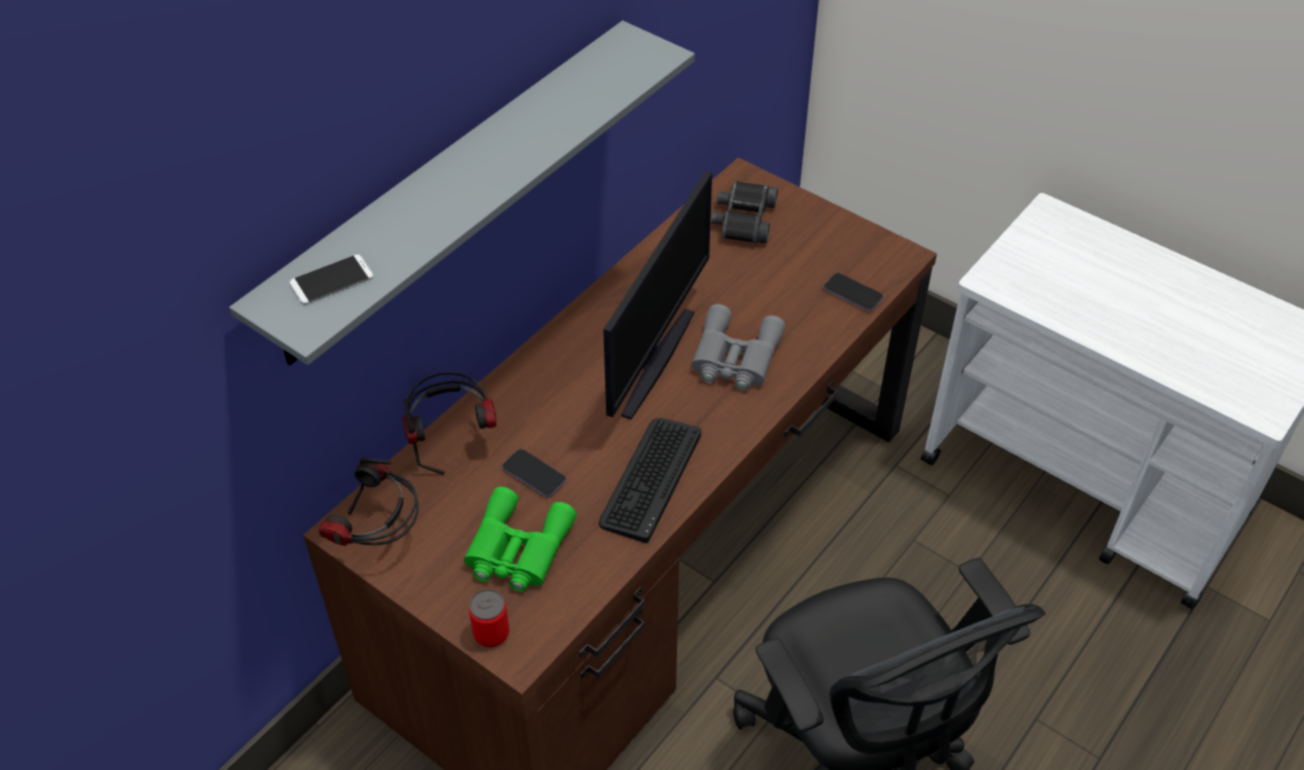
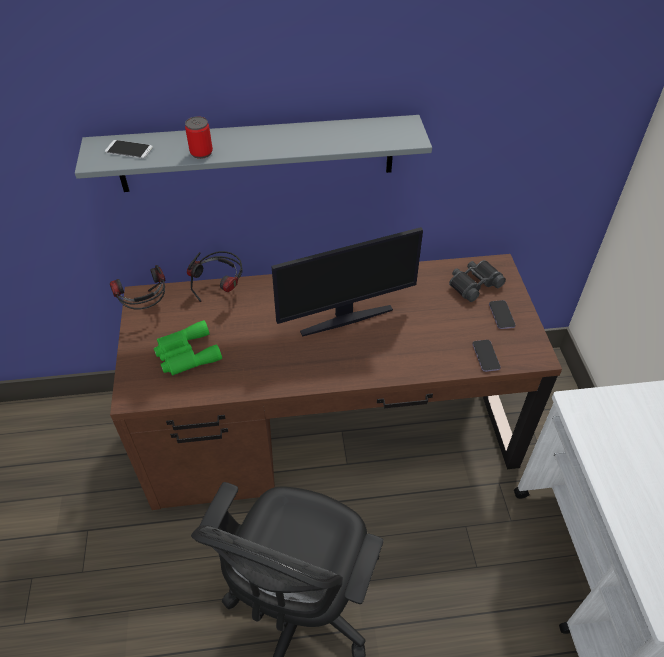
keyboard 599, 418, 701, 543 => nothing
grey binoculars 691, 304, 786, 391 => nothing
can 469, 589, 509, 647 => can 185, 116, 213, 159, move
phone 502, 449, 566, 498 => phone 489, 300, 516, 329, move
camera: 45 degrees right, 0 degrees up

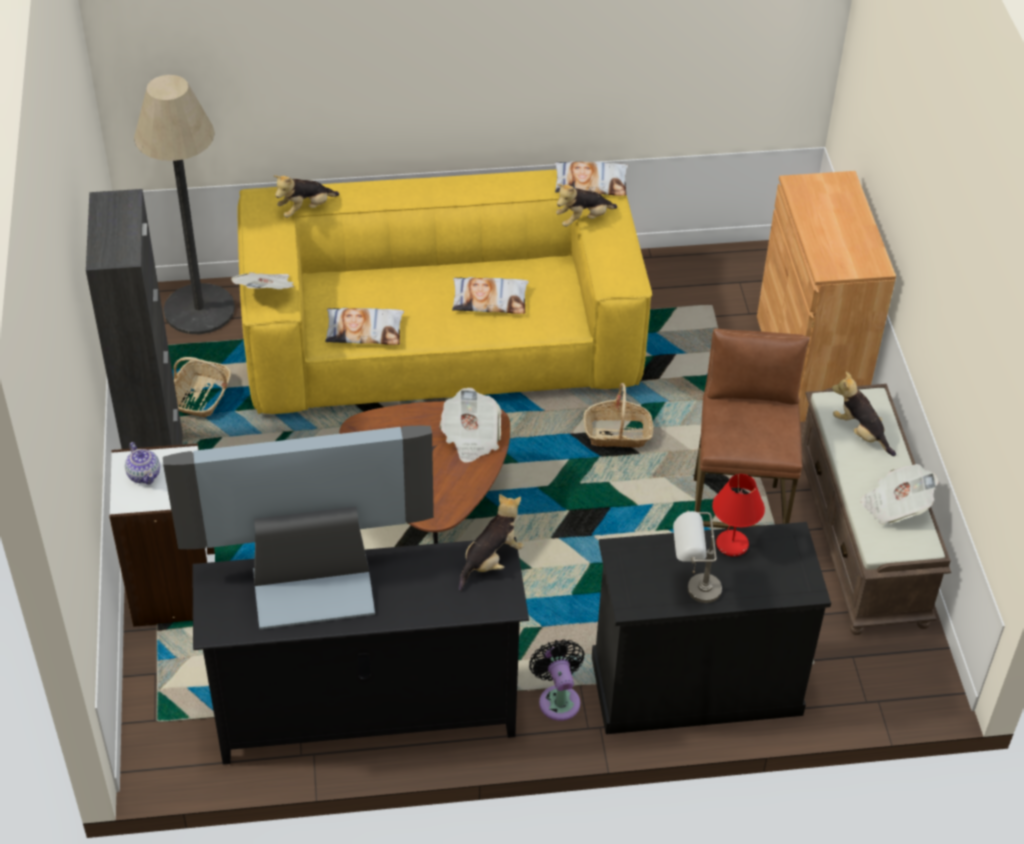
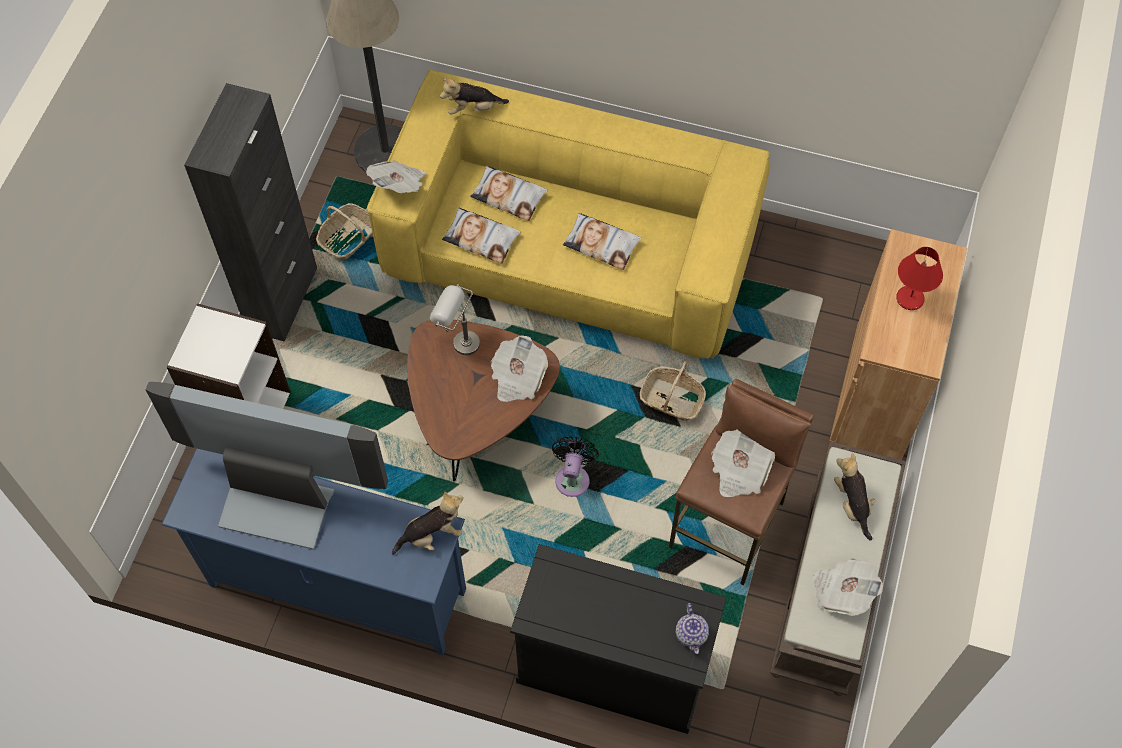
plush toy 556, 184, 617, 227 => nothing
nothing => newspaper 711, 429, 775, 497
teapot 125, 442, 160, 485 => teapot 676, 603, 709, 654, move
black fan 529, 639, 585, 721 => black fan 552, 436, 599, 497, move
pillow 555, 161, 628, 196 => pillow 470, 166, 548, 221, move
grey table lamp 673, 510, 722, 603 => grey table lamp 430, 284, 480, 355, move
red table lamp 712, 474, 765, 556 => red table lamp 896, 247, 943, 310, move
black tv stand 192, 537, 529, 765 => blue tv stand 161, 448, 466, 655
camera: 25 degrees right, 15 degrees up

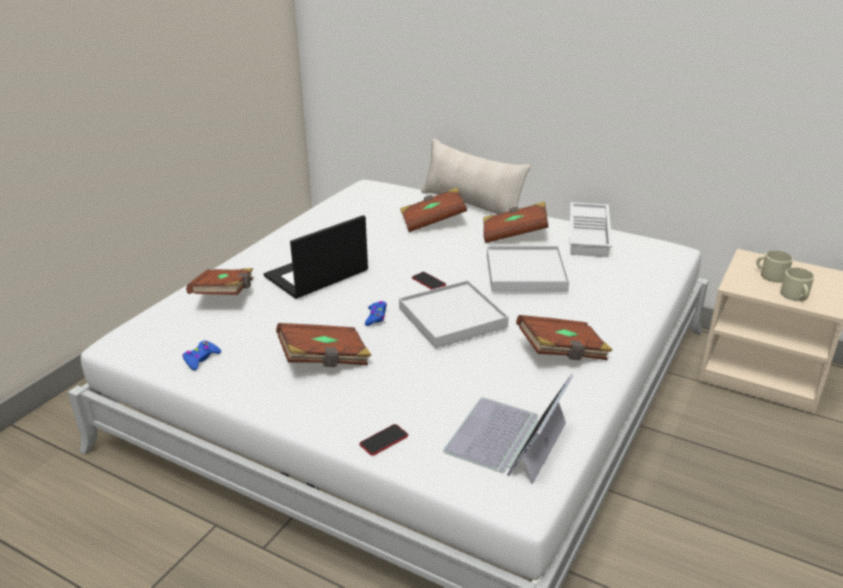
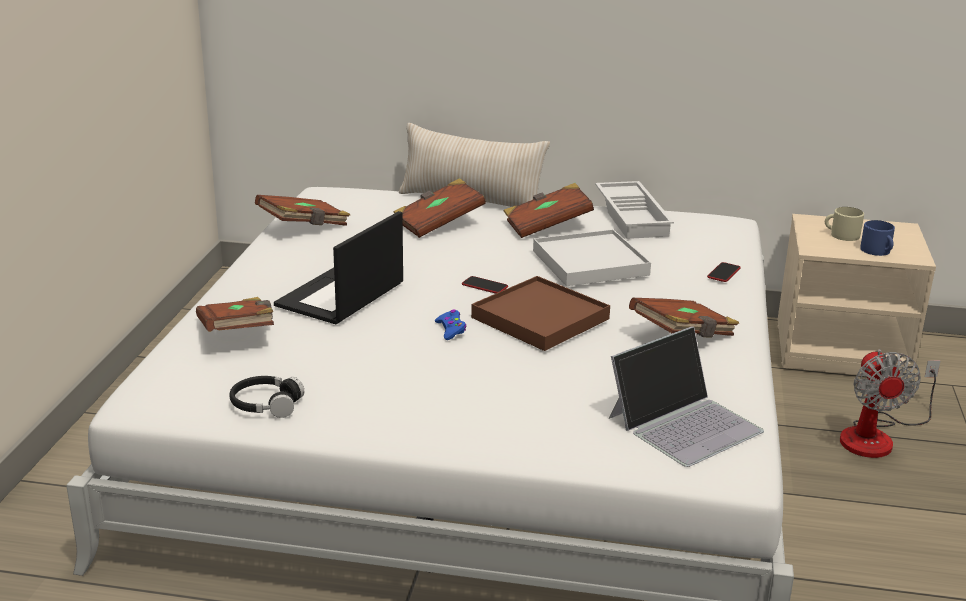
nothing => fan 840, 349, 941, 458
brown book 276, 323, 372, 367 => brown book 255, 195, 350, 226, move
phone 359, 424, 408, 456 => phone 707, 262, 741, 282, move
blue game controller 182, 341, 221, 371 => black headphones 229, 376, 304, 418
white tray 399, 280, 509, 349 => brown tray 471, 276, 610, 351
beige mug 780, 268, 814, 301 => blue mug 860, 220, 895, 256
laptop 443, 374, 574, 484 => laptop 609, 326, 764, 467, 135 degrees counterclockwise
camera: 20 degrees left, 5 degrees down

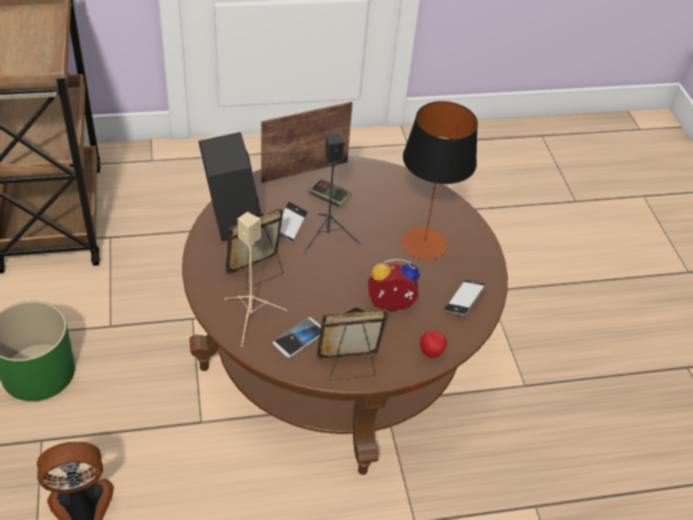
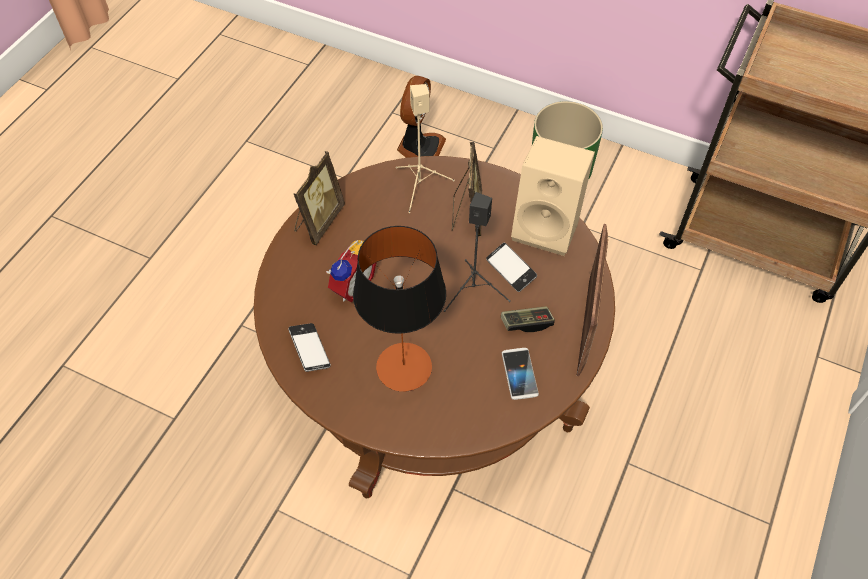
apple 420, 331, 447, 358 => nothing
phone 273, 317, 321, 358 => phone 502, 348, 539, 400, move
black speaker 198, 132, 261, 241 => beige speaker 511, 136, 595, 256
camera: 130 degrees right, 10 degrees up

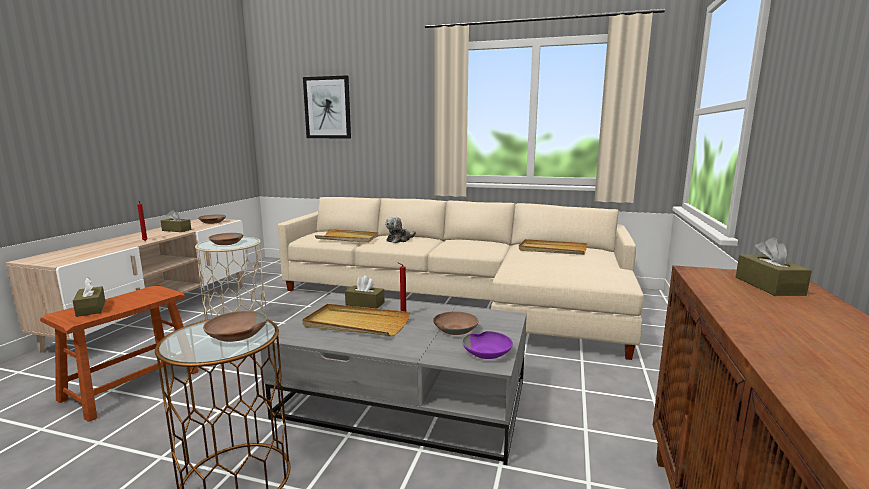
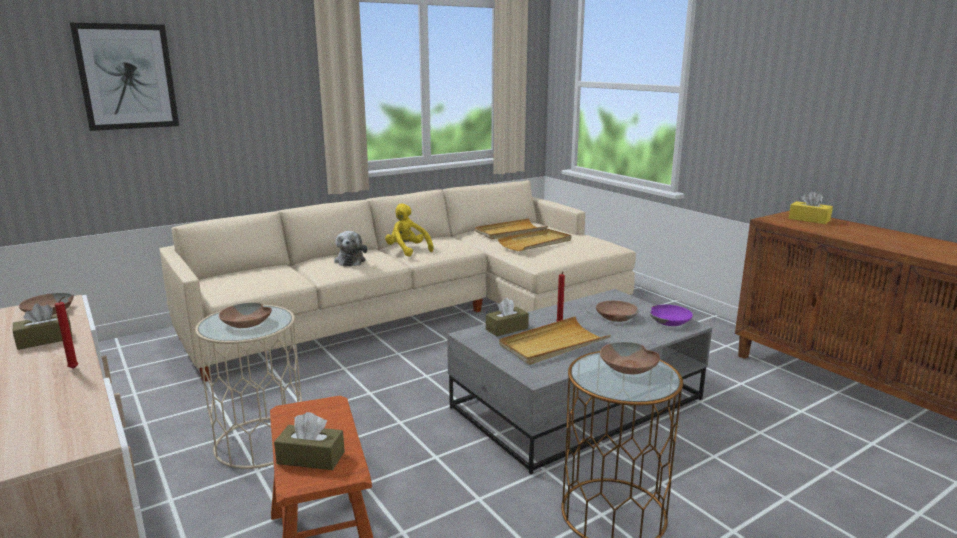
nothing => yellow plush toy 385, 203, 434, 257
beige tray 315, 229, 378, 243 => beige tray 498, 229, 572, 251, move
brown tissue box 736, 237, 812, 296 => yellow tissue box 789, 191, 833, 224
camera: 50 degrees left, 5 degrees up

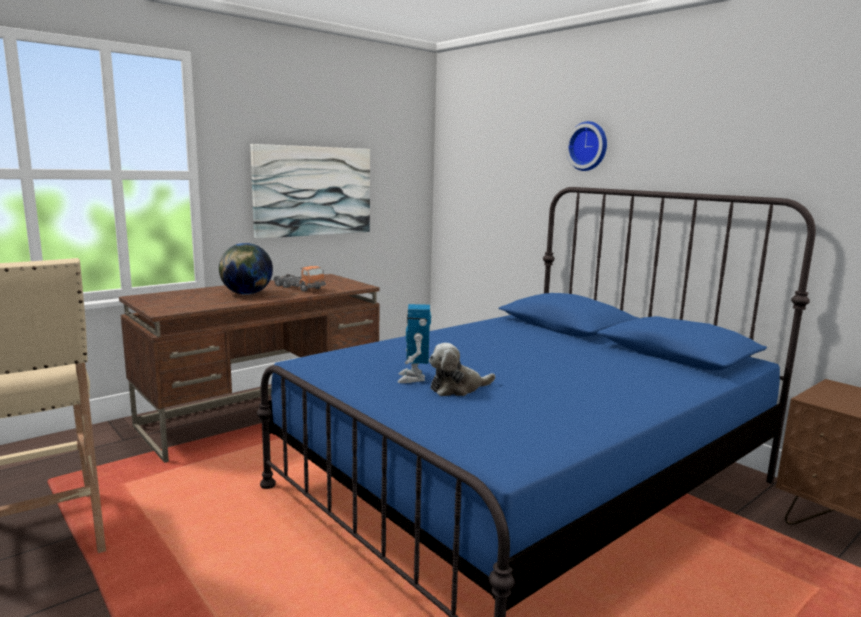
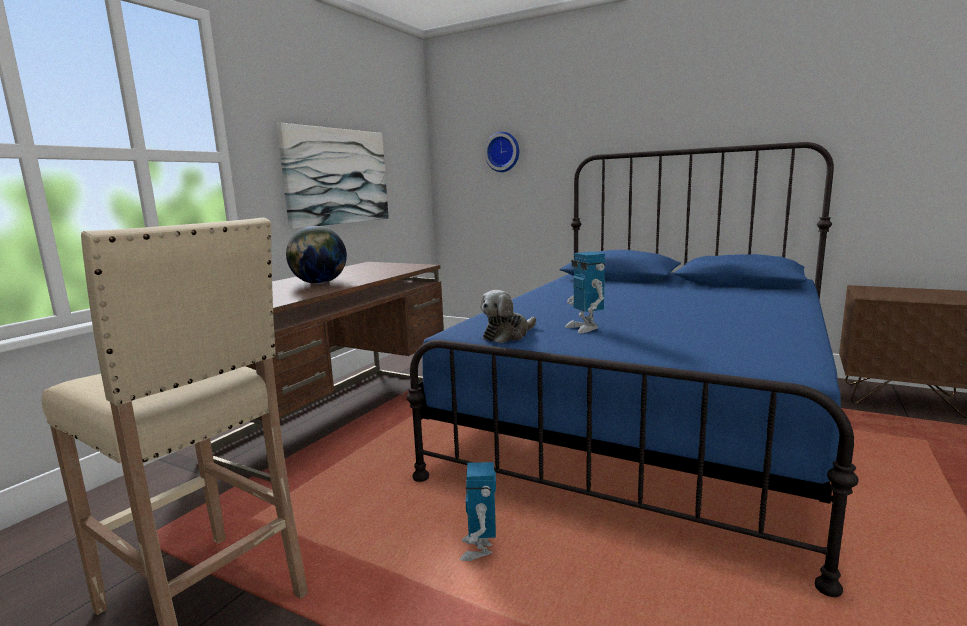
toy truck 273, 266, 326, 292 => nothing
nothing => toy robot 460, 462, 496, 561
plush toy 429, 343, 495, 396 => plush toy 480, 290, 536, 343, move
wall clock 566, 121, 607, 171 => wall clock 485, 132, 519, 172, move
camera: 20 degrees left, 0 degrees up

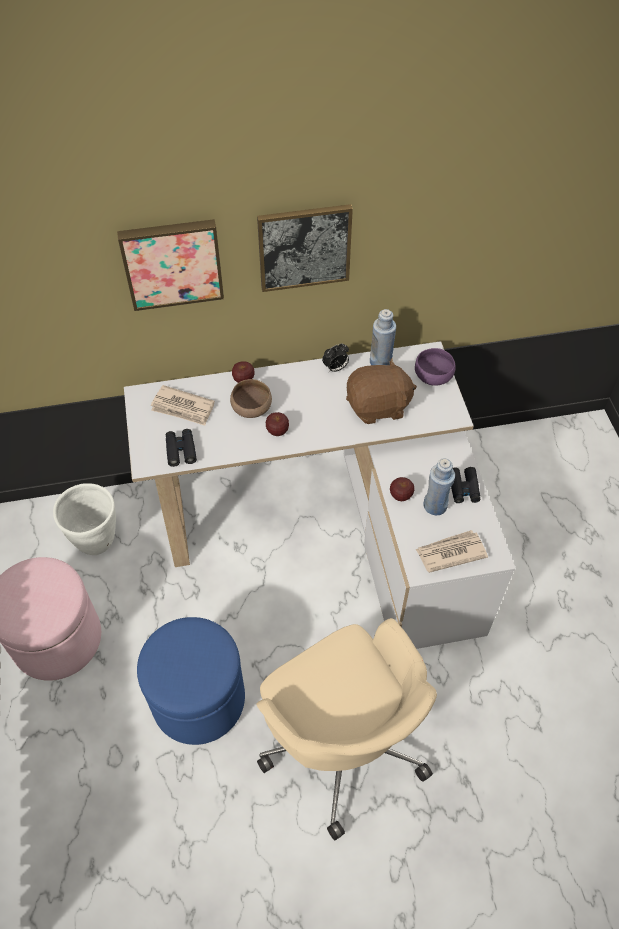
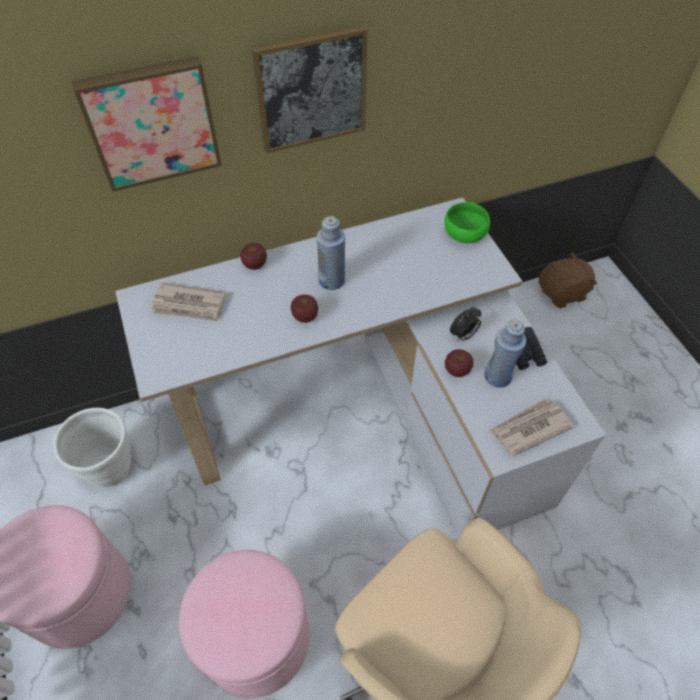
black binoculars 166, 429, 197, 467 => nothing
brown bowl 230, 379, 272, 418 => nothing
alarm clock 322, 343, 349, 372 => alarm clock 450, 307, 482, 341, move
brown plush toy 346, 358, 417, 424 => brown plush toy 539, 252, 597, 309, move
blue bottle 370, 309, 396, 365 => blue bottle 317, 216, 345, 290, move
blue ottoman 137, 617, 245, 745 => pink ottoman 179, 550, 310, 698
purple bowl 415, 348, 456, 386 => green bowl 445, 202, 490, 243
camera: 10 degrees left, 0 degrees up

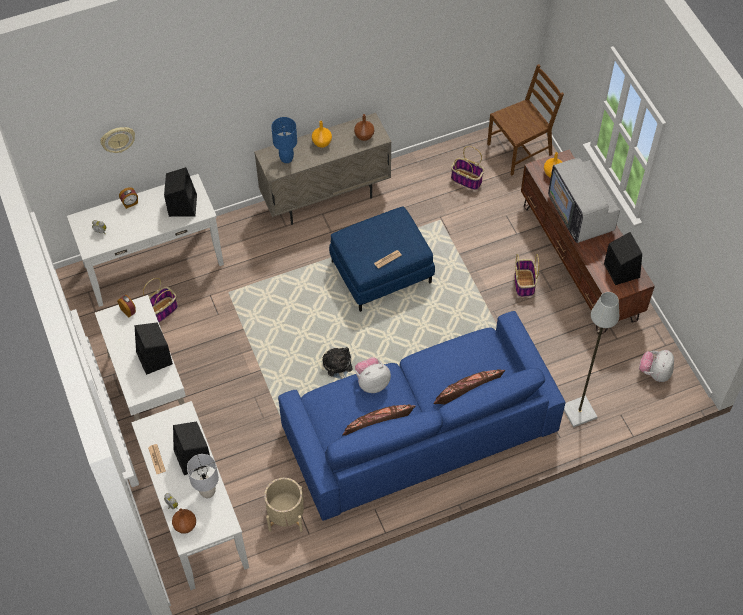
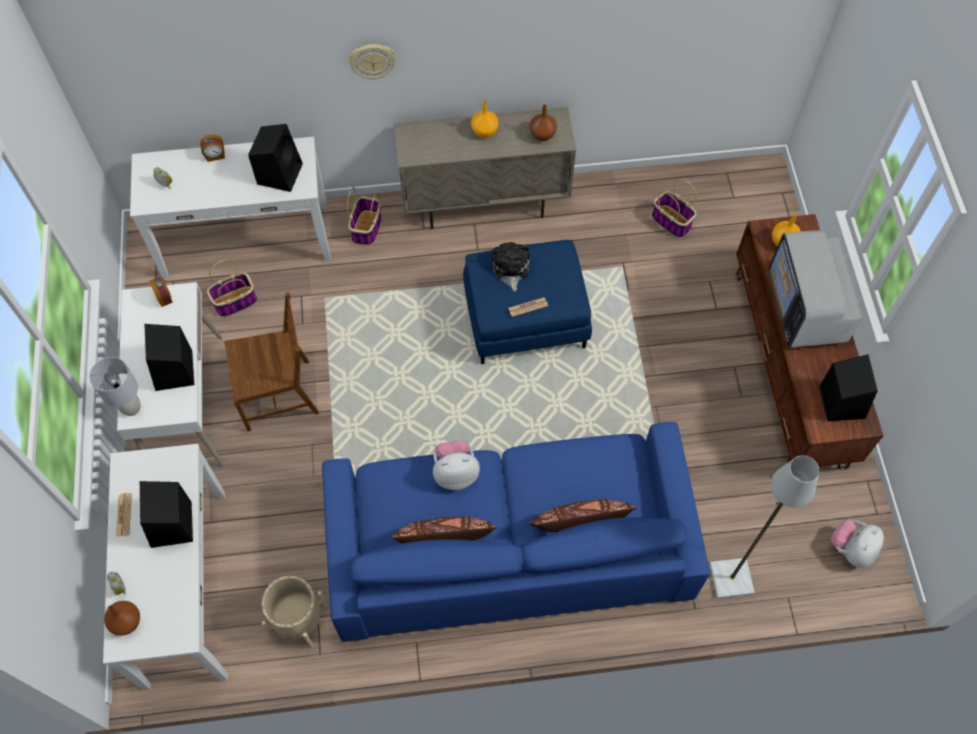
blue table lamp 271, 117, 297, 163 => nothing
wall clock 100, 127, 135, 153 => wall clock 349, 44, 396, 80, move
grey table lamp 187, 454, 219, 498 => grey table lamp 89, 357, 141, 416, move
plush toy 323, 347, 353, 379 => plush toy 492, 242, 530, 292, move
brown chair 487, 64, 564, 175 => brown chair 224, 292, 319, 432, move
basket 514, 254, 539, 297 => basket 347, 187, 382, 245, move
camera: 15 degrees right, 5 degrees up

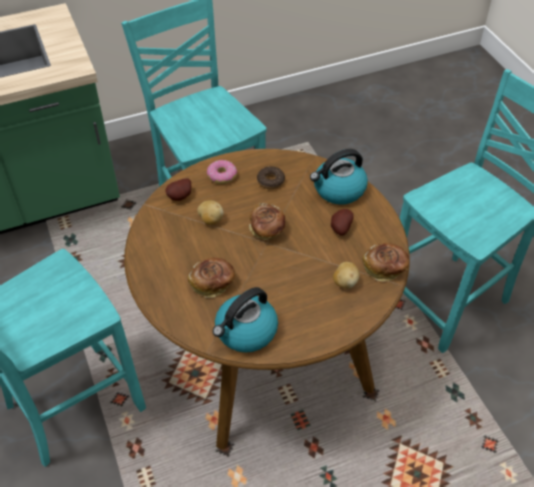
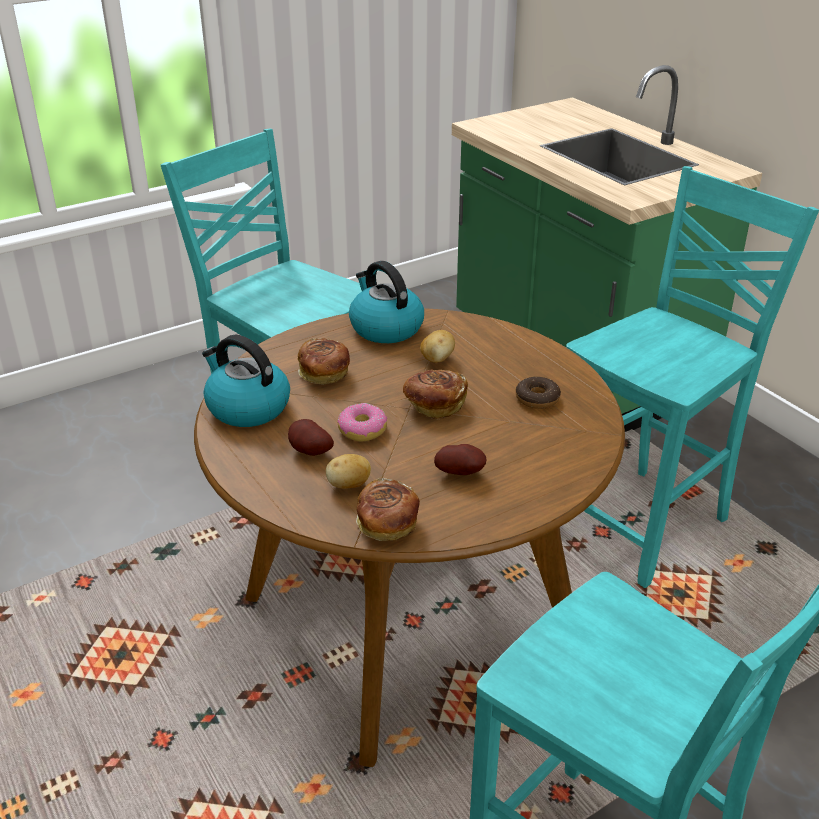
potato 165, 179, 191, 201 => potato 288, 419, 334, 456, move
donut 207, 160, 237, 184 => donut 338, 403, 387, 441, move
kettle 310, 149, 368, 205 => kettle 349, 261, 424, 343, move
camera: 80 degrees right, 15 degrees down

